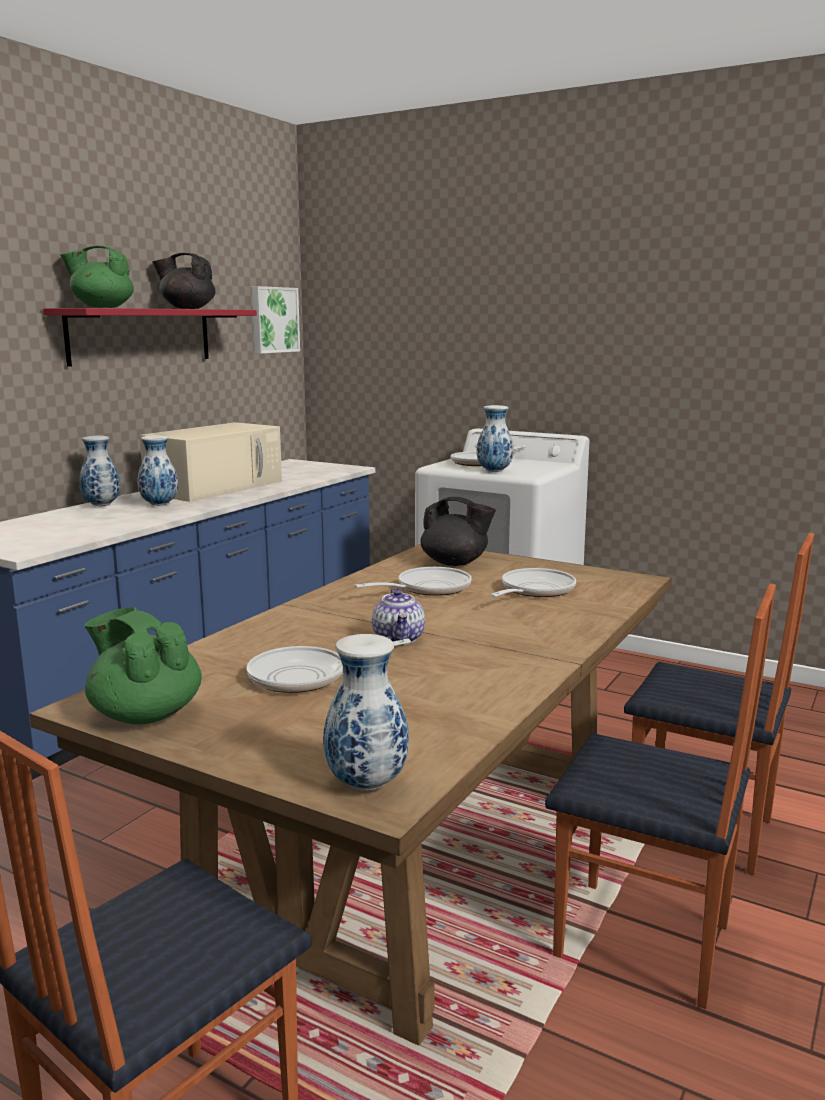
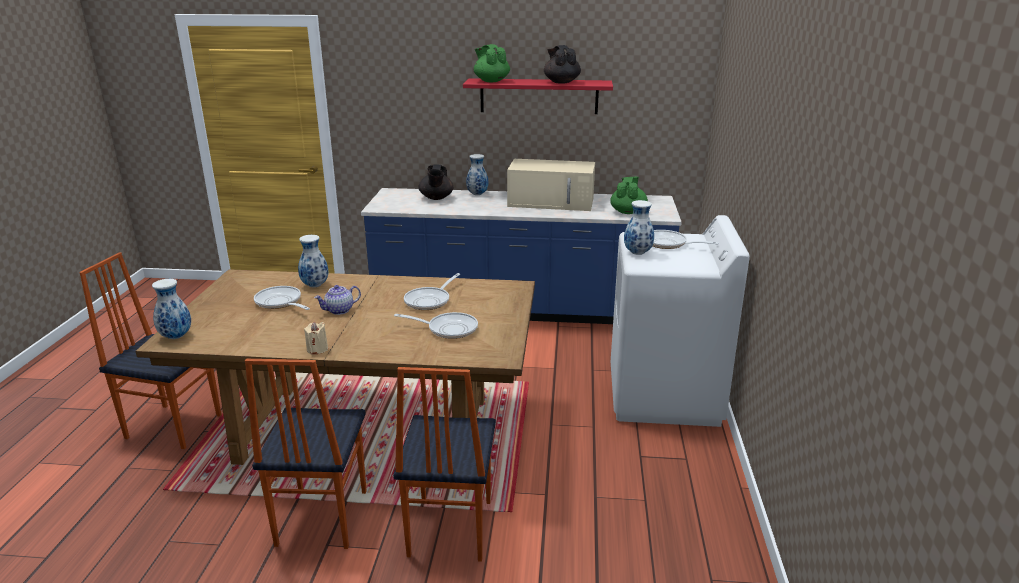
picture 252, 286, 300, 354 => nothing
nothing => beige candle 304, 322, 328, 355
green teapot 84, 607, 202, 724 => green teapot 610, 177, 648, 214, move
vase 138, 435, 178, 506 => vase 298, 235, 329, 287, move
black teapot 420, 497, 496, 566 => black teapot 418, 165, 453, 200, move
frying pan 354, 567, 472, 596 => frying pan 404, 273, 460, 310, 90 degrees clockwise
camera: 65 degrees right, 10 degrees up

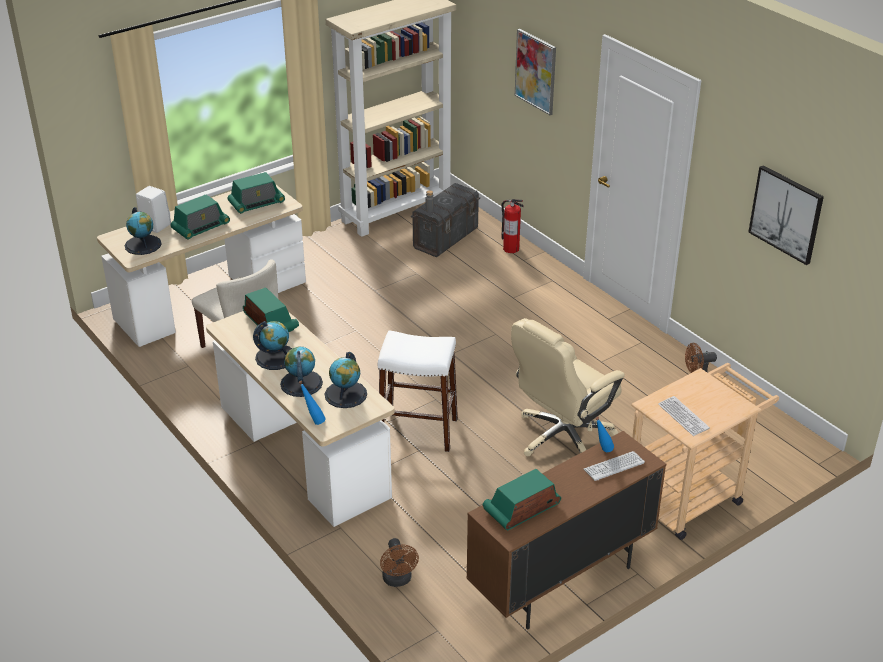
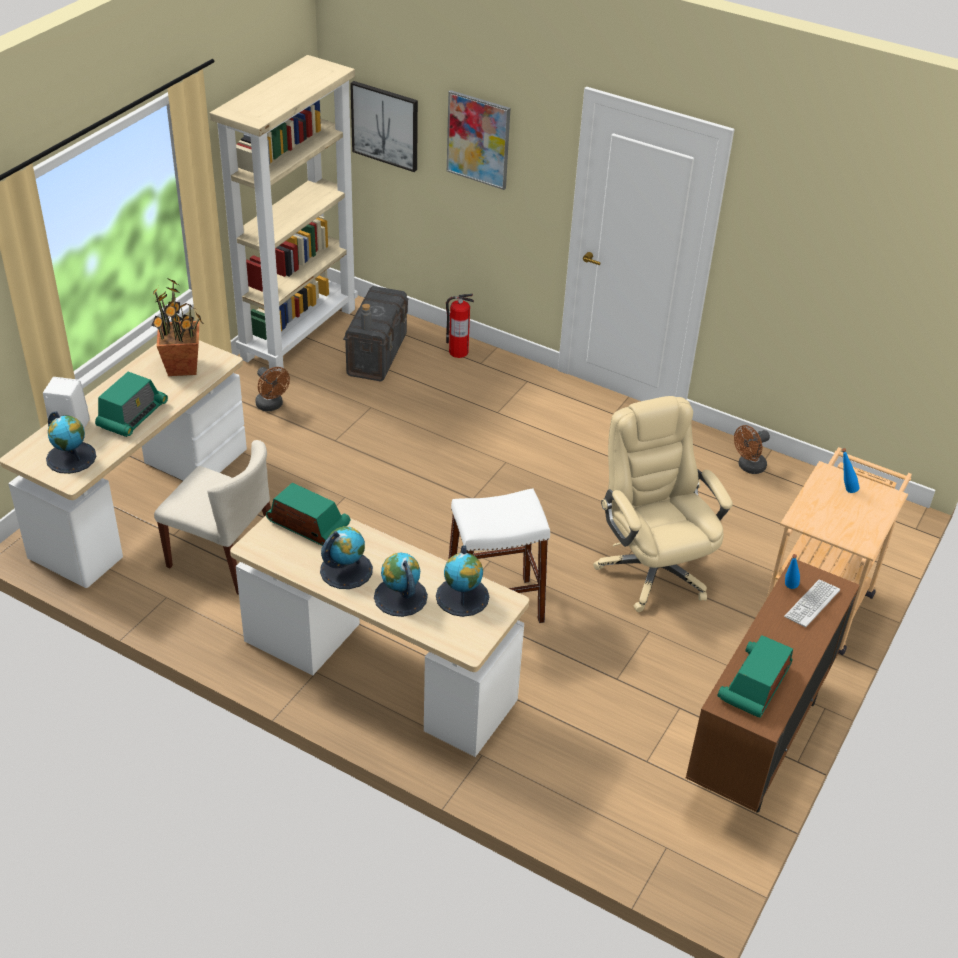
keyboard 658, 396, 710, 436 => nothing
blue bottle 299, 381, 326, 425 => blue bottle 842, 448, 860, 493, move
brown fan 380, 538, 419, 587 => brown fan 255, 367, 290, 411, move
picture 748, 165, 824, 265 => picture 350, 81, 418, 172, move
radio 228, 172, 285, 214 => potted plant 151, 278, 203, 376
beige office chair 511, 318, 625, 456 => beige office chair 593, 396, 733, 612, 135 degrees clockwise
camera: 25 degrees left, 5 degrees up

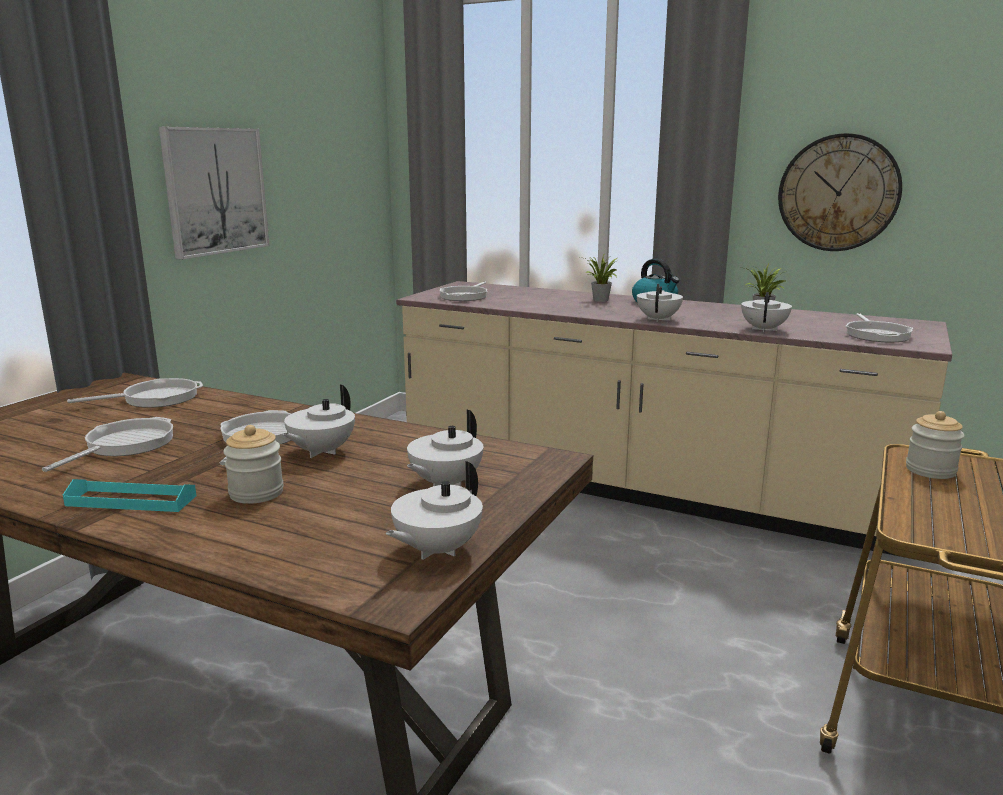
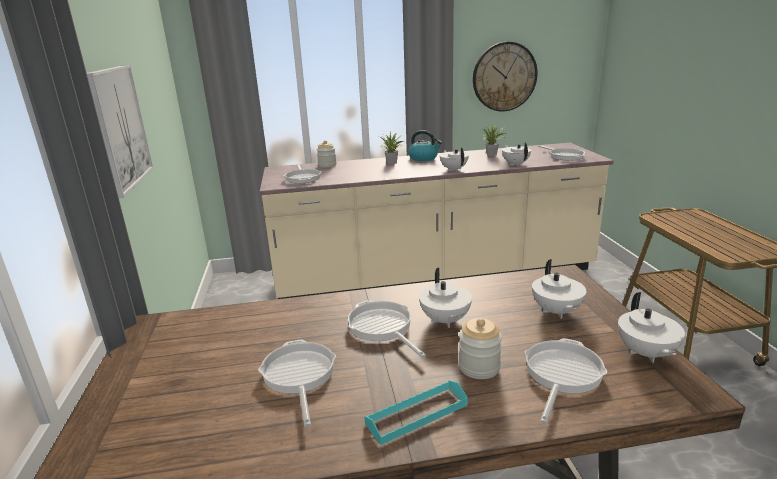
frying pan 67, 378, 203, 408 => frying pan 524, 338, 608, 424, move
jar 906, 411, 965, 479 => jar 317, 140, 336, 168, move
camera: 35 degrees left, 5 degrees up

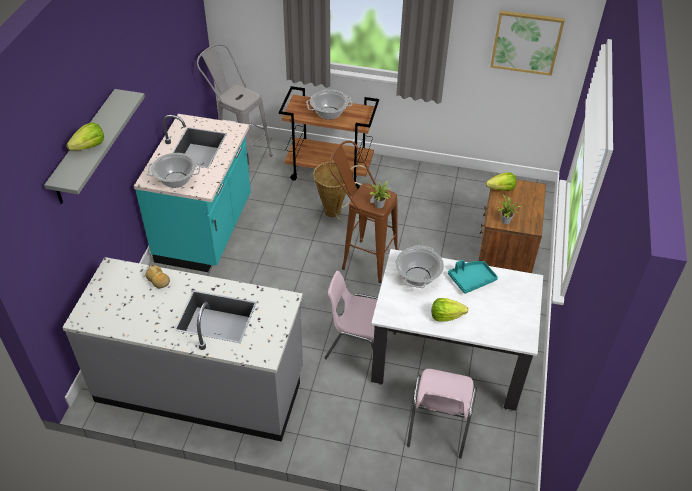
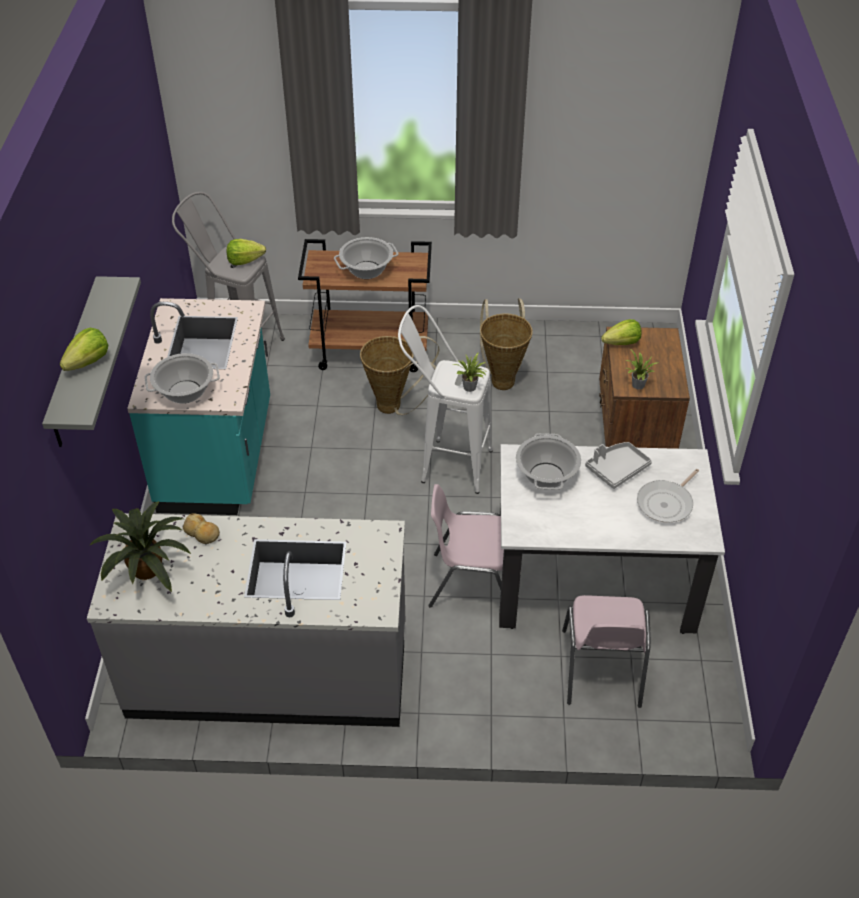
picture 490, 11, 565, 76 => nothing
nothing => potted plant 90, 501, 191, 592
nothing => basket 480, 298, 533, 390
nothing => frying pan 637, 469, 699, 523
lettuce 432, 298, 468, 322 => lettuce 227, 239, 266, 265, move
brown stool 329, 141, 398, 283 => white stool 398, 305, 493, 494
turquoise tray 448, 260, 498, 294 => grey tray 585, 442, 652, 489
camera: 10 degrees left, 0 degrees up

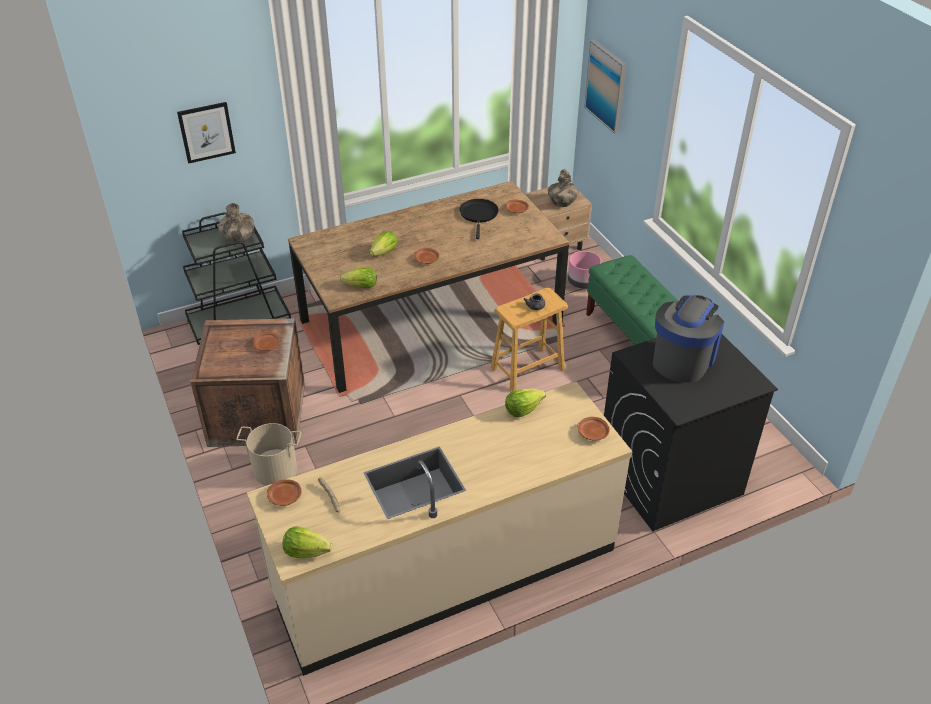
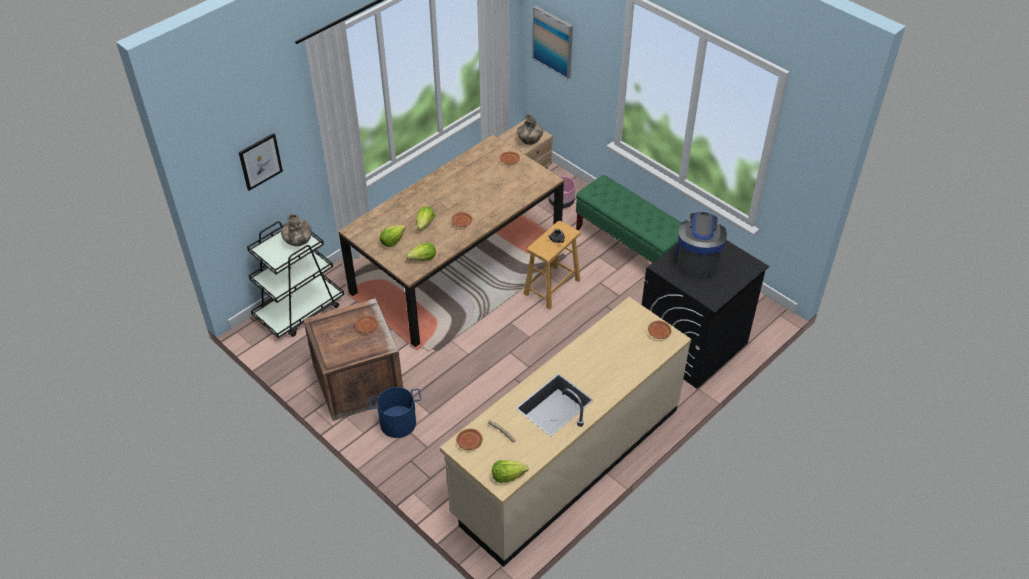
black frying pan 459, 199, 498, 239 => nothing
lettuce 505, 389, 546, 417 => lettuce 380, 225, 405, 247, move
beige bucket 236, 423, 301, 486 => blue bucket 369, 387, 421, 438
camera: 20 degrees left, 5 degrees up

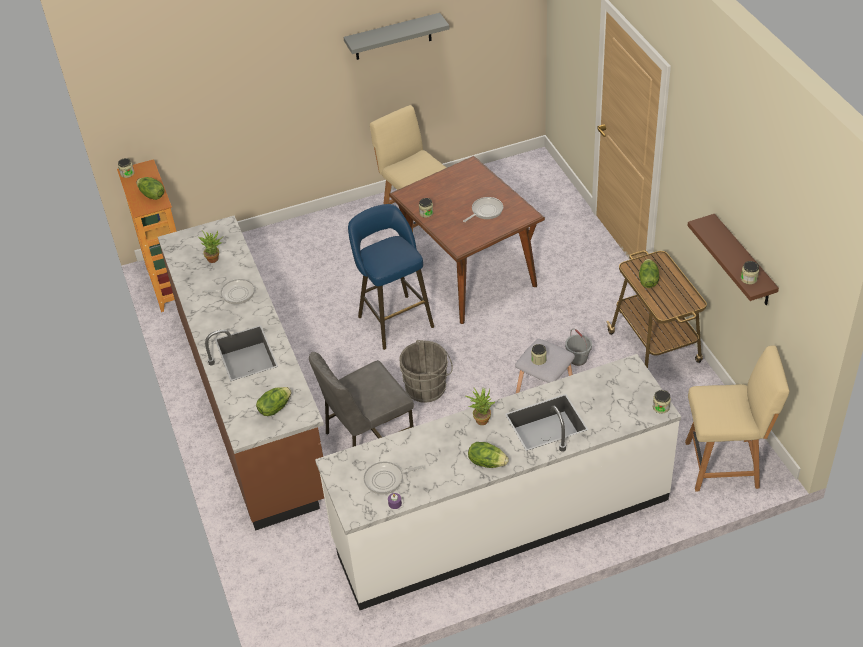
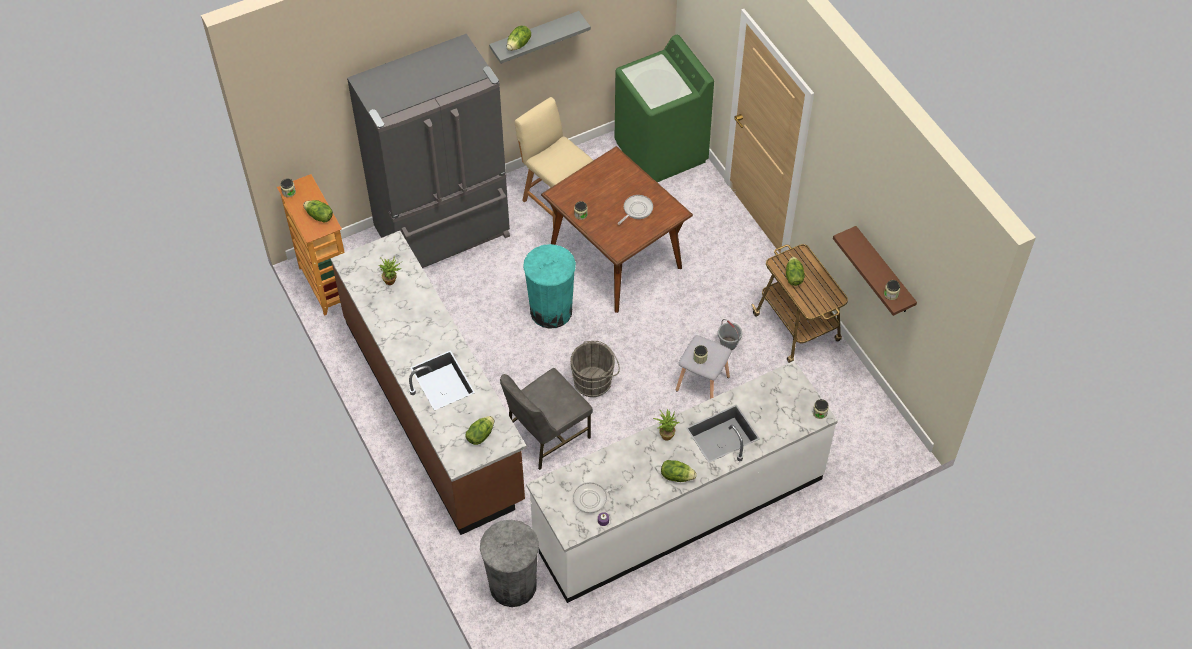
frying pan 202, 279, 255, 304 => nothing
beige chair 685, 345, 790, 491 => nothing
nothing => grey fridge 347, 34, 510, 268
nothing => grey trash can 480, 520, 539, 607
nothing => lettuce 507, 26, 531, 51
nothing => green washing machine 615, 35, 714, 182
blue stool 348, 204, 434, 350 => turquoise trash can 523, 244, 576, 329
camera: 10 degrees left, 10 degrees up

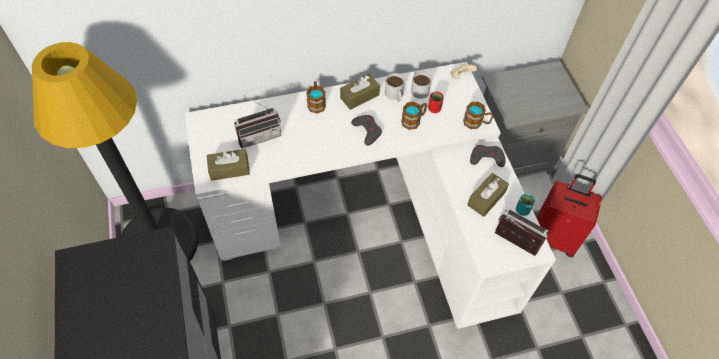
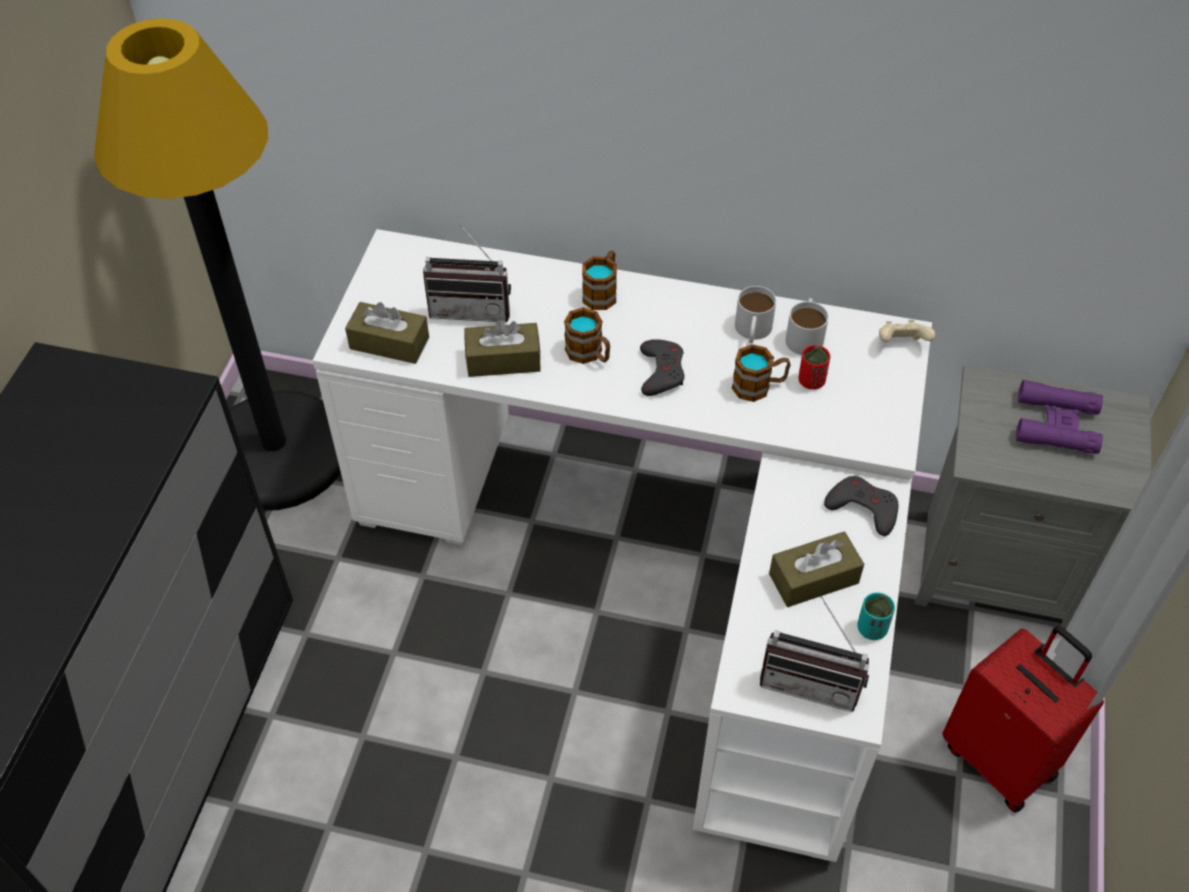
nothing => purple binoculars 1016, 380, 1103, 454
brown tissue box 340, 74, 380, 110 => brown tissue box 464, 320, 541, 377, move
mug 463, 102, 493, 129 => mug 564, 307, 610, 364, move
radio 495, 208, 548, 256 => radio 760, 596, 869, 712, 135 degrees clockwise
camera: 30 degrees right, 5 degrees down

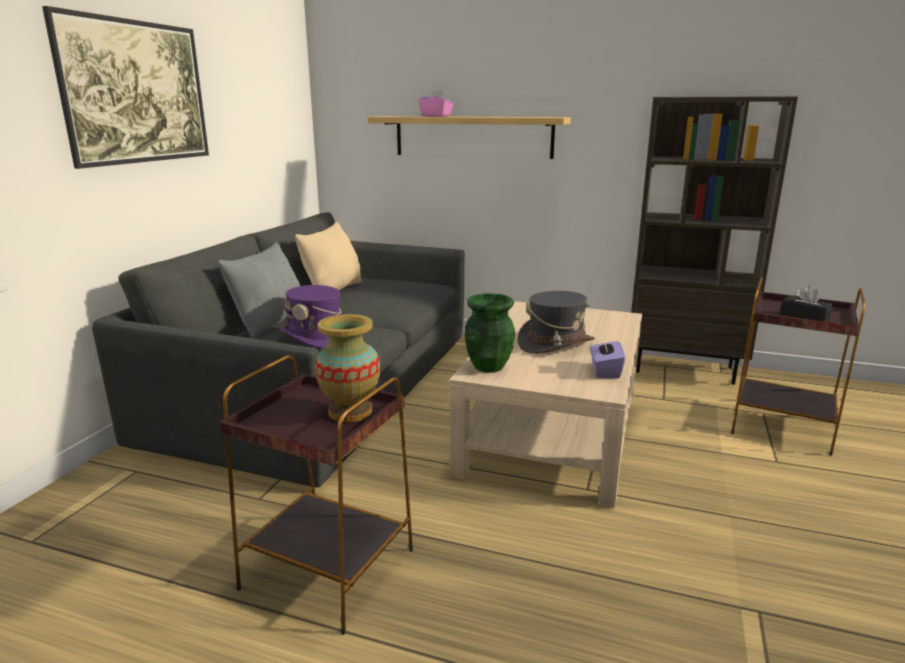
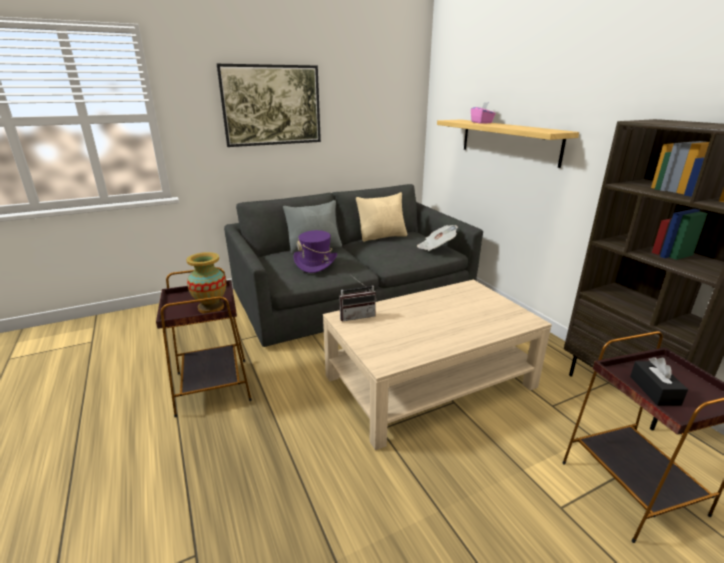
grey hat 517, 291, 595, 354 => nothing
purple tissue box 590, 336, 625, 379 => nothing
nothing => newspaper 417, 225, 458, 251
green vase 465, 293, 515, 373 => radio 339, 276, 377, 321
camera: 45 degrees right, 5 degrees up

